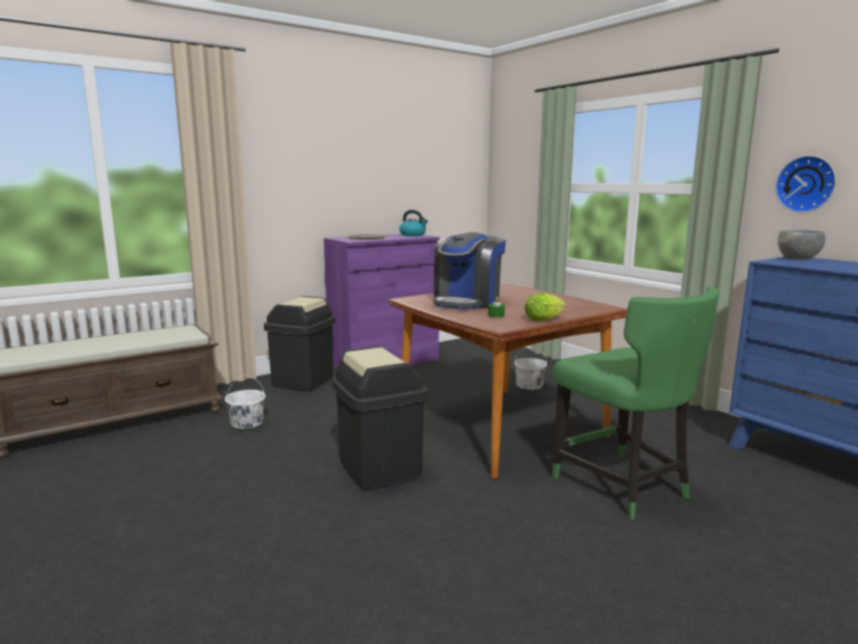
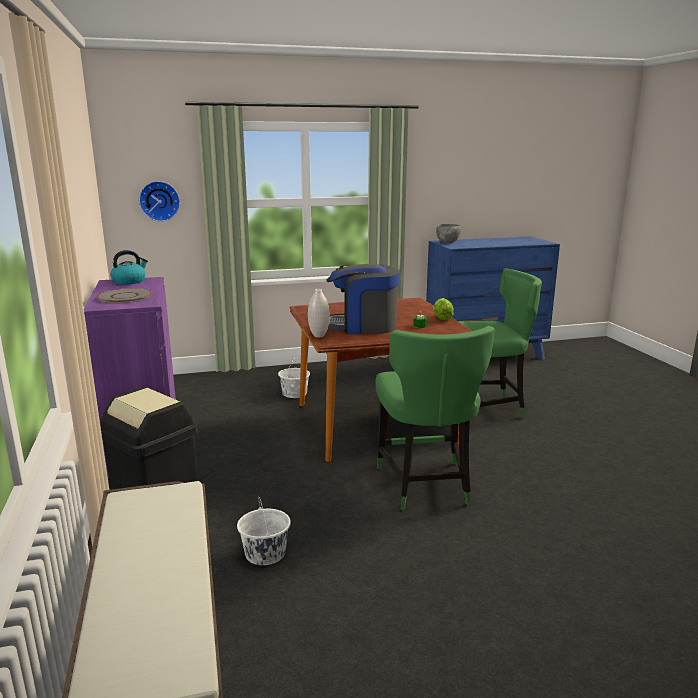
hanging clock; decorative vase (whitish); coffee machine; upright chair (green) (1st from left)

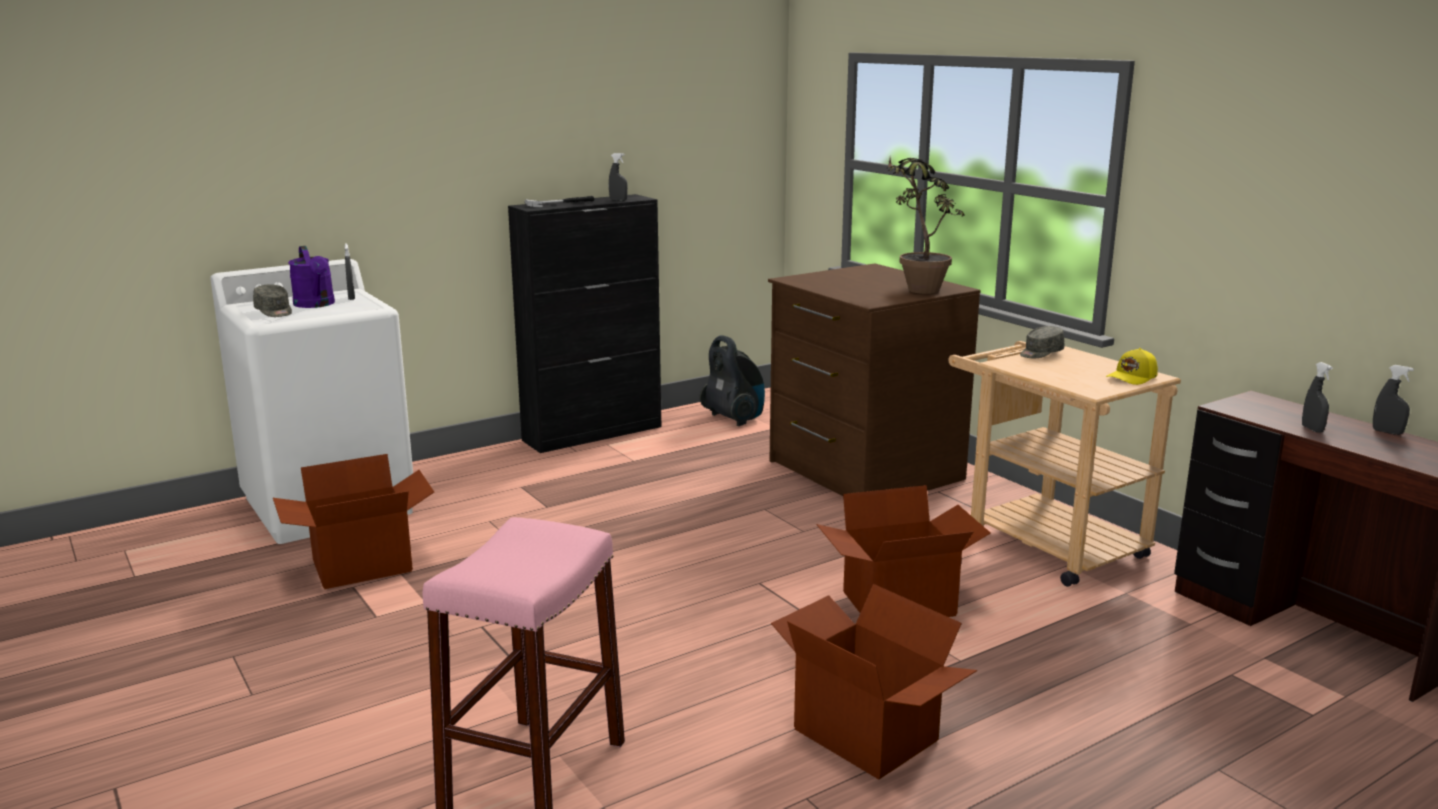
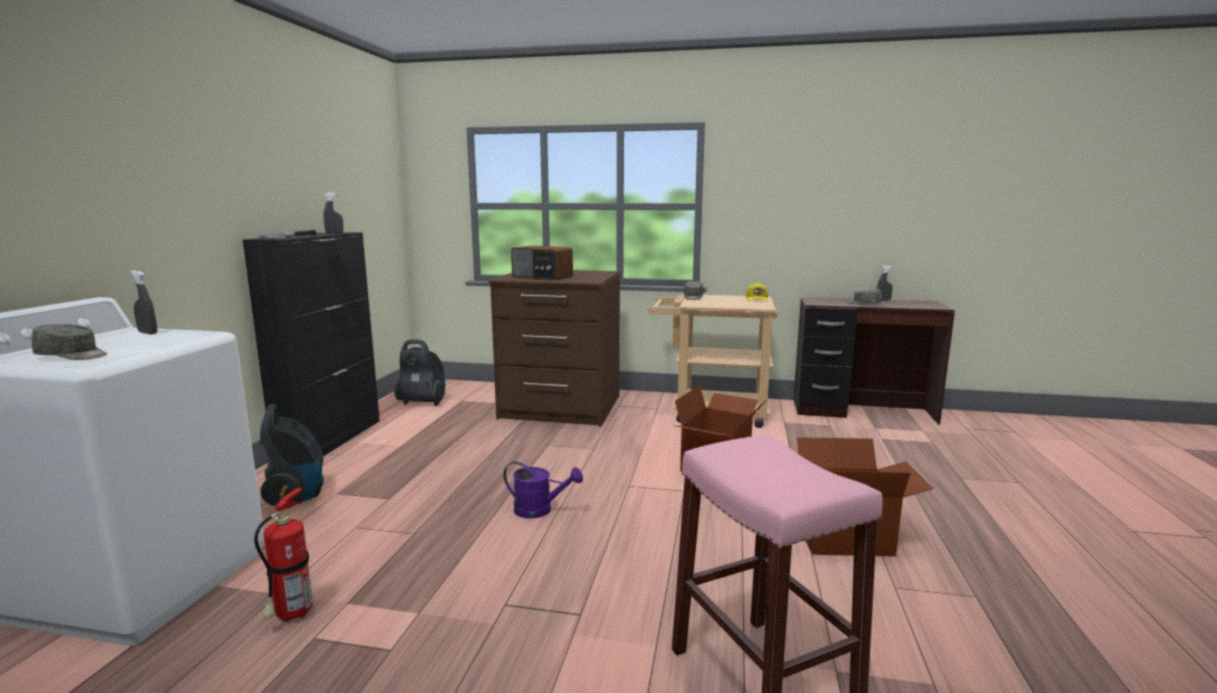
extinguisher; vacuum cleaner (1st from left); watering pot (purple-coloured); radio; baseball cap (grey) (3rd from left); houseplant

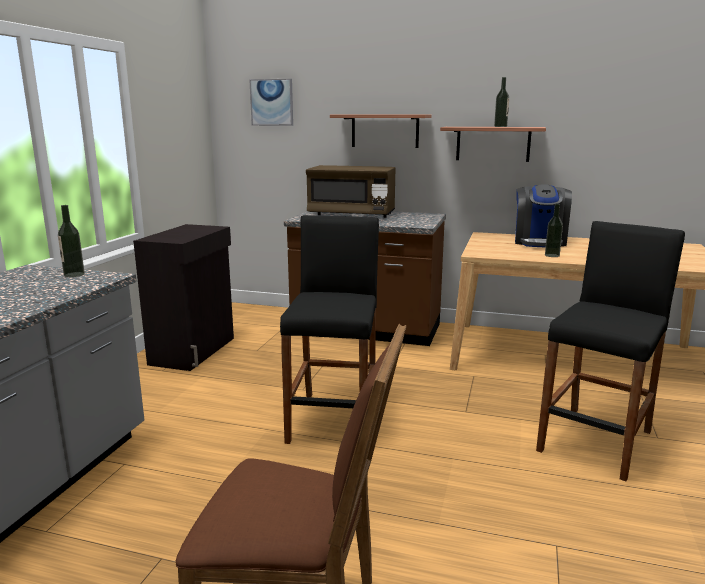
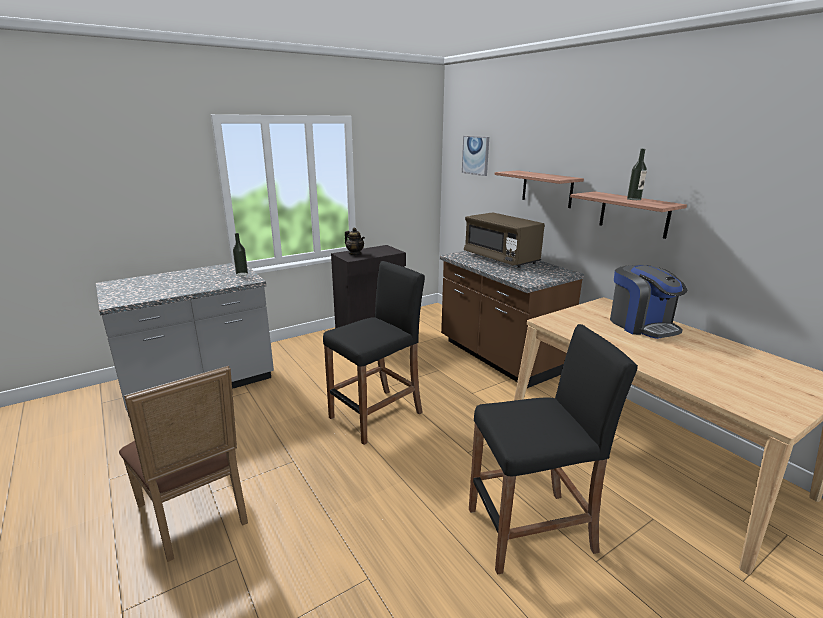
teapot; coffee machine; drink bottle (3rd from left in the first image)

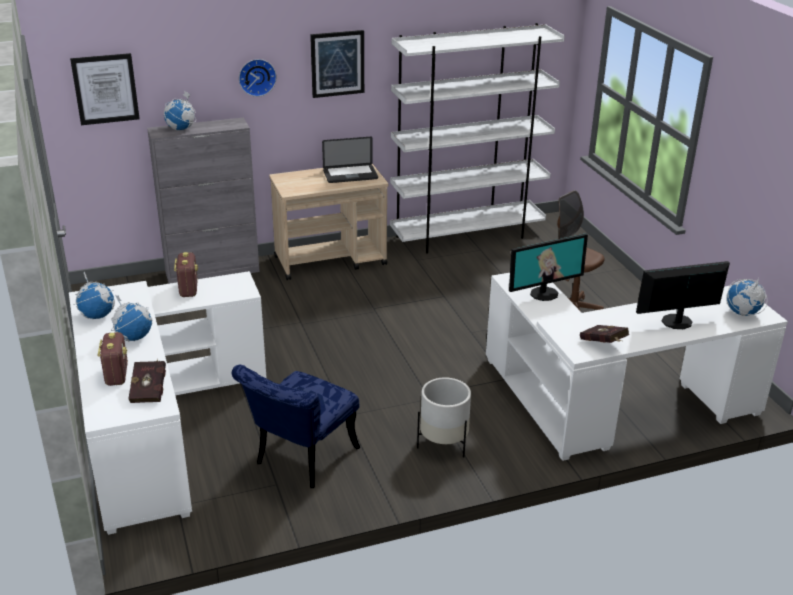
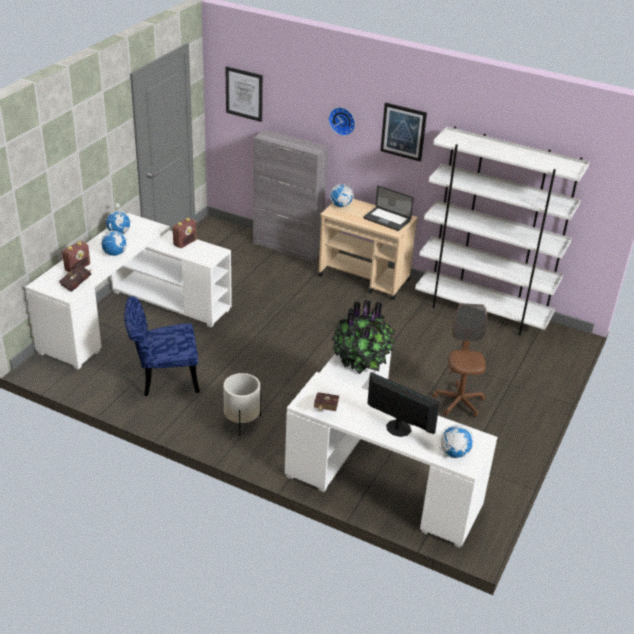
world globe (3rd from left); houseplant

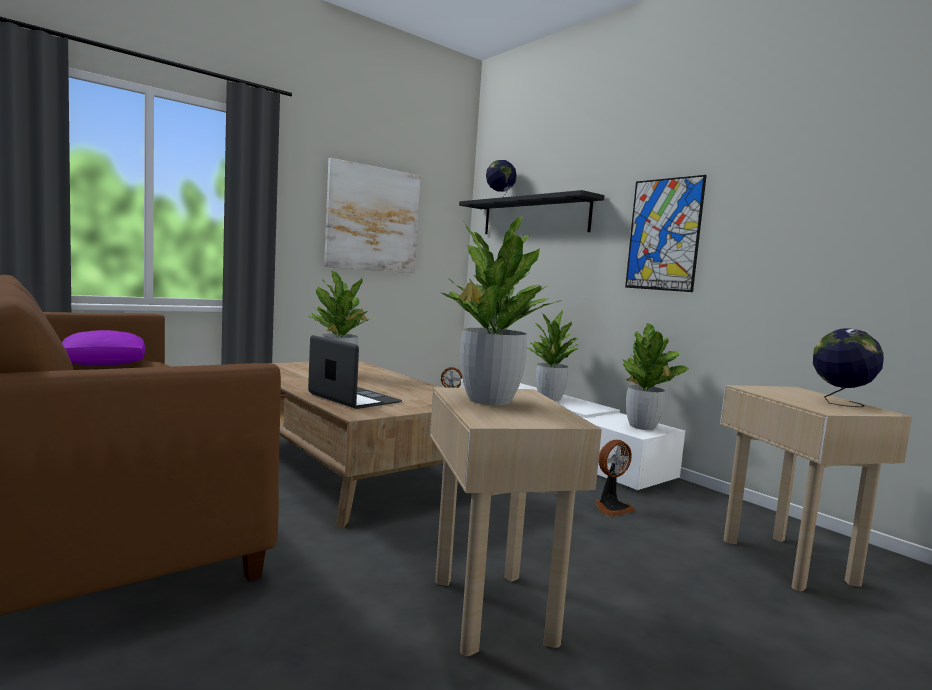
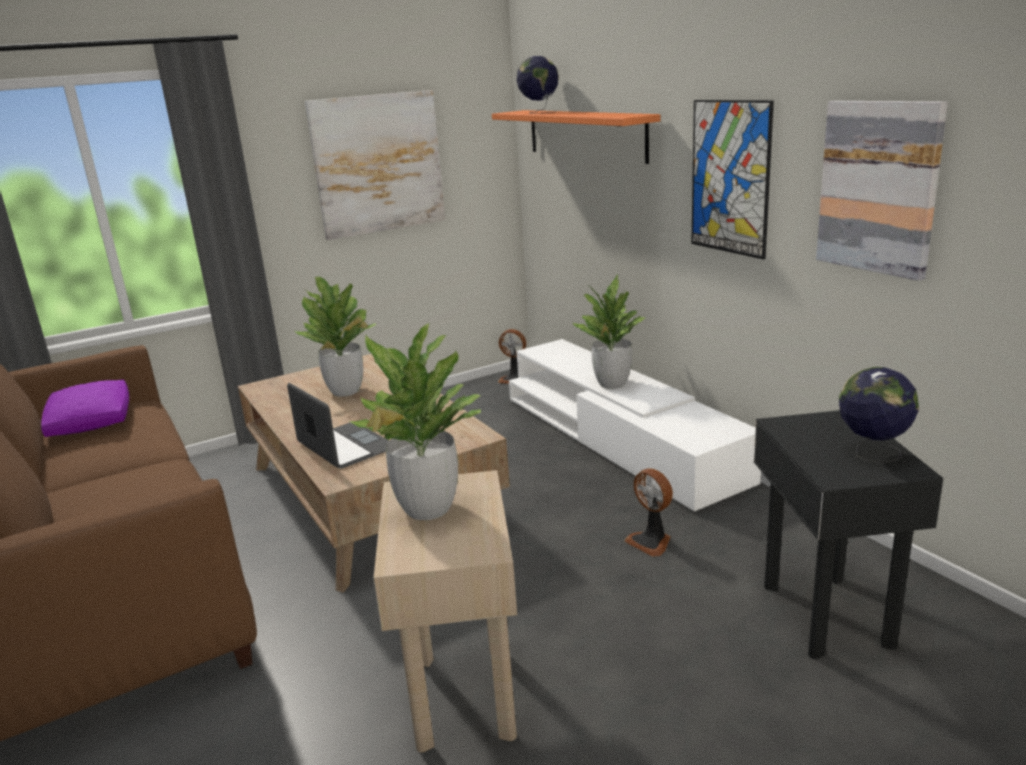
shelf (orange); cooling fan (2nd from left); side table (black-coloured); wall picture (3rd from left); houseplant (4th from left in the first image)

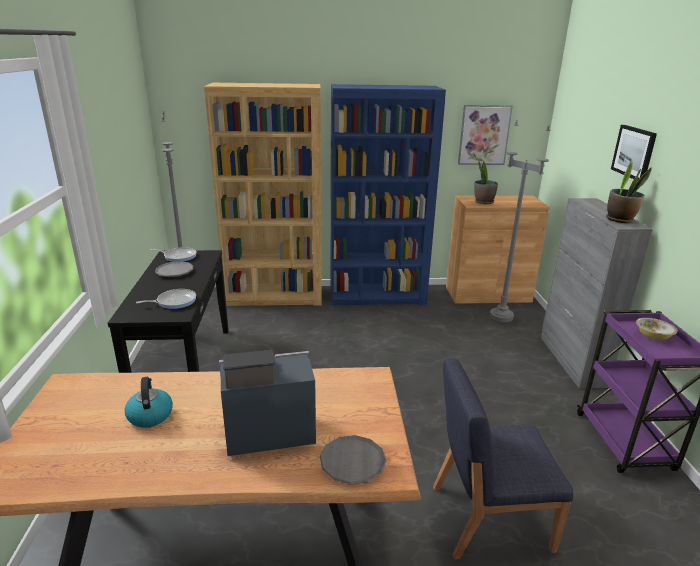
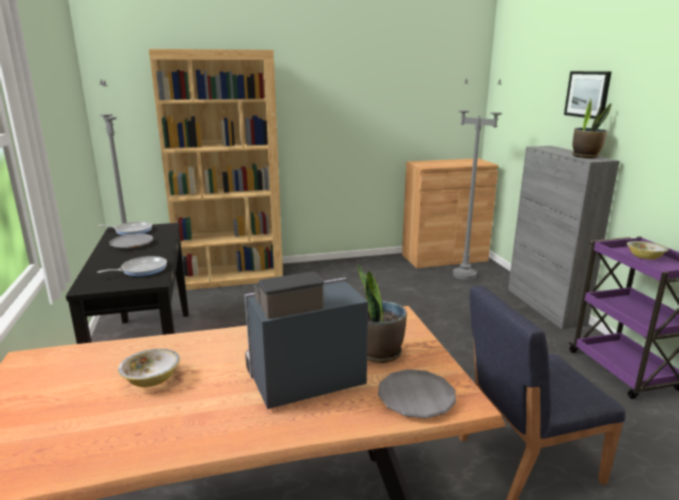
serving bowl (1st from left); houseplant (1st from left); shelving unit (blue); wall picture (1st from left in the first image)

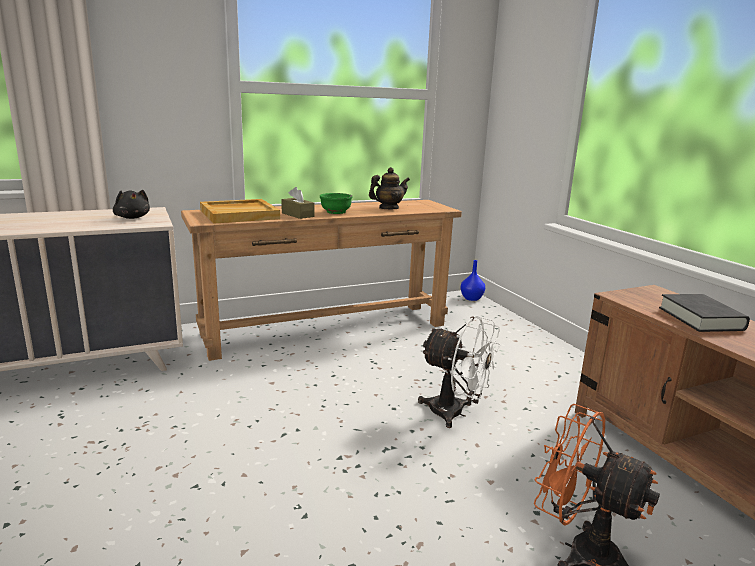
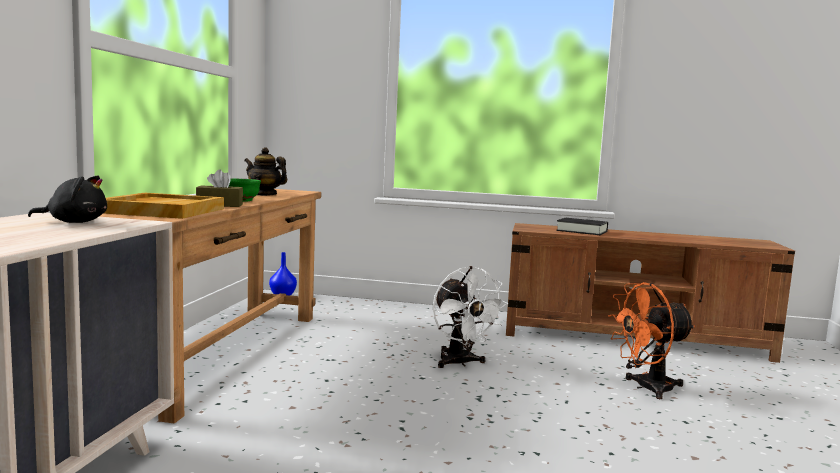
teapot; cooling fan (whitish)

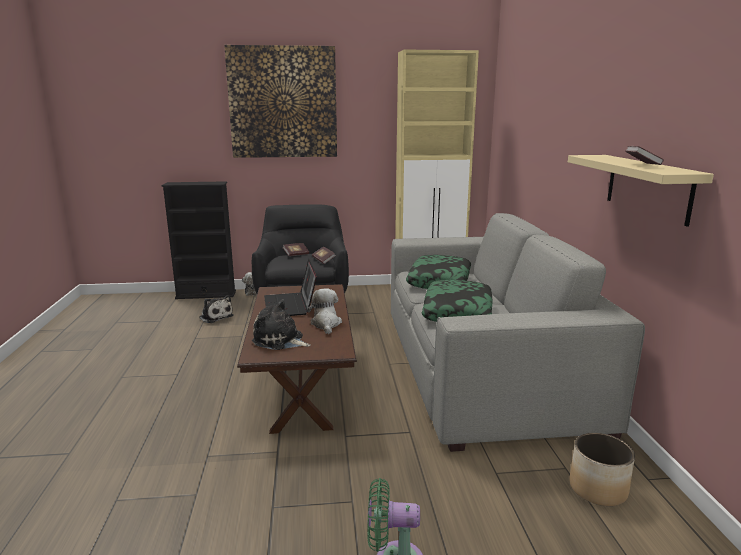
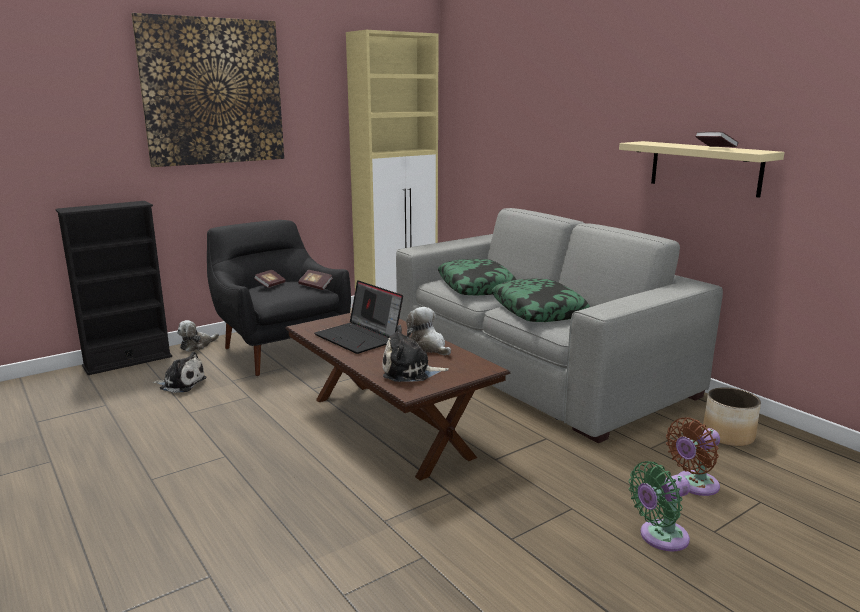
cooling fan (brownish)

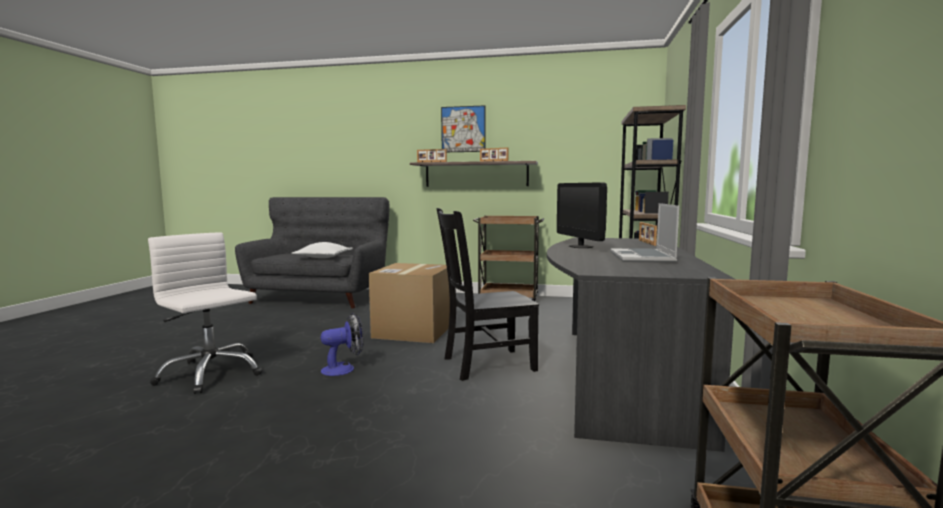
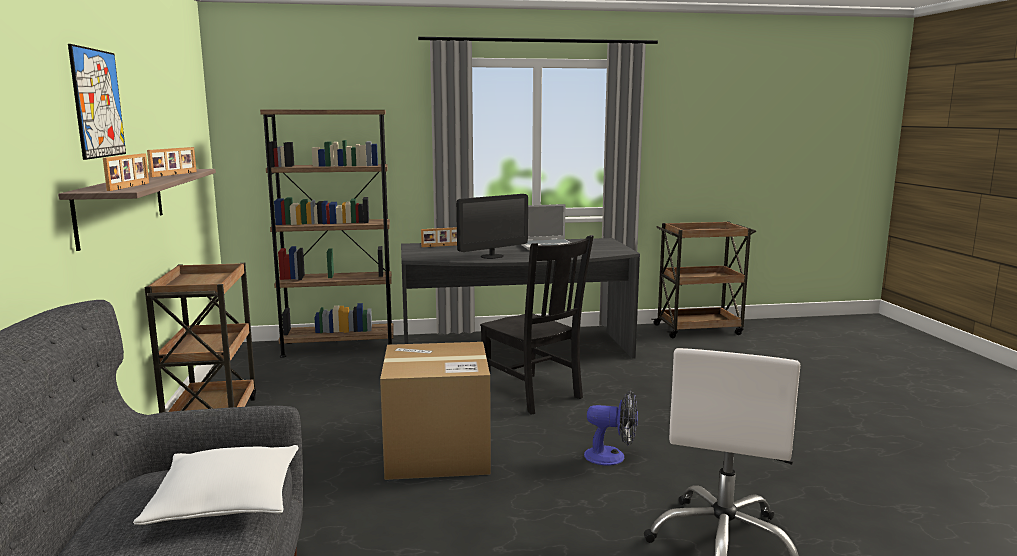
cooling fan

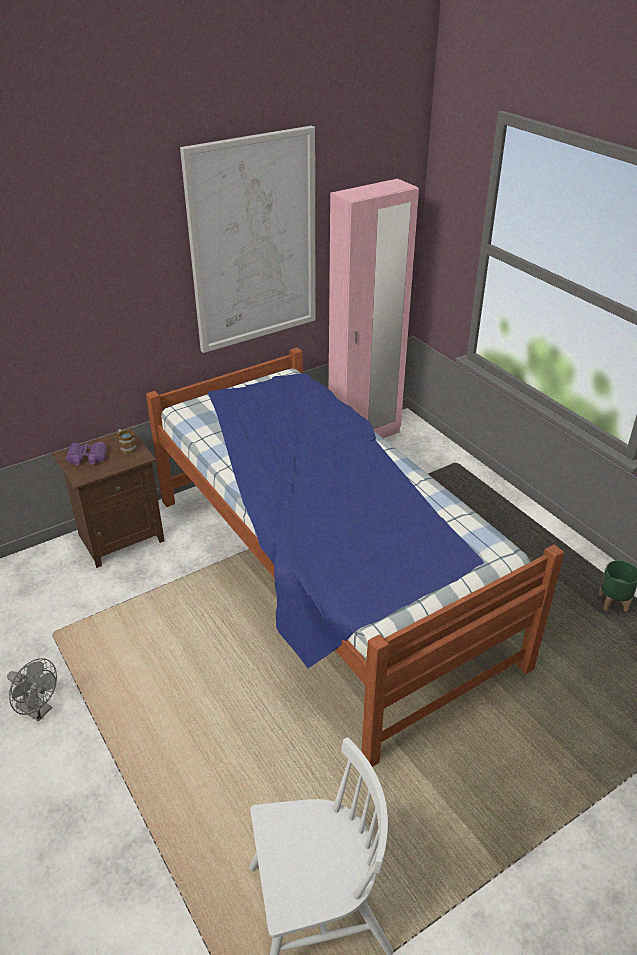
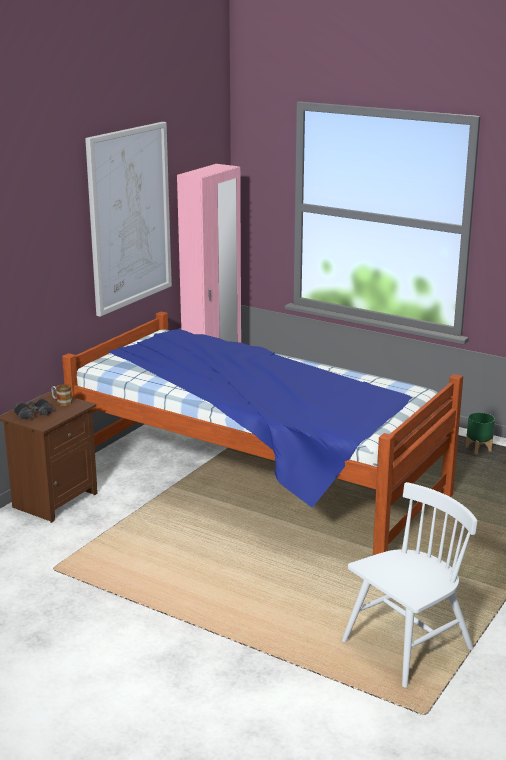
field glasses (black-coloured); cooling fan (grey)

